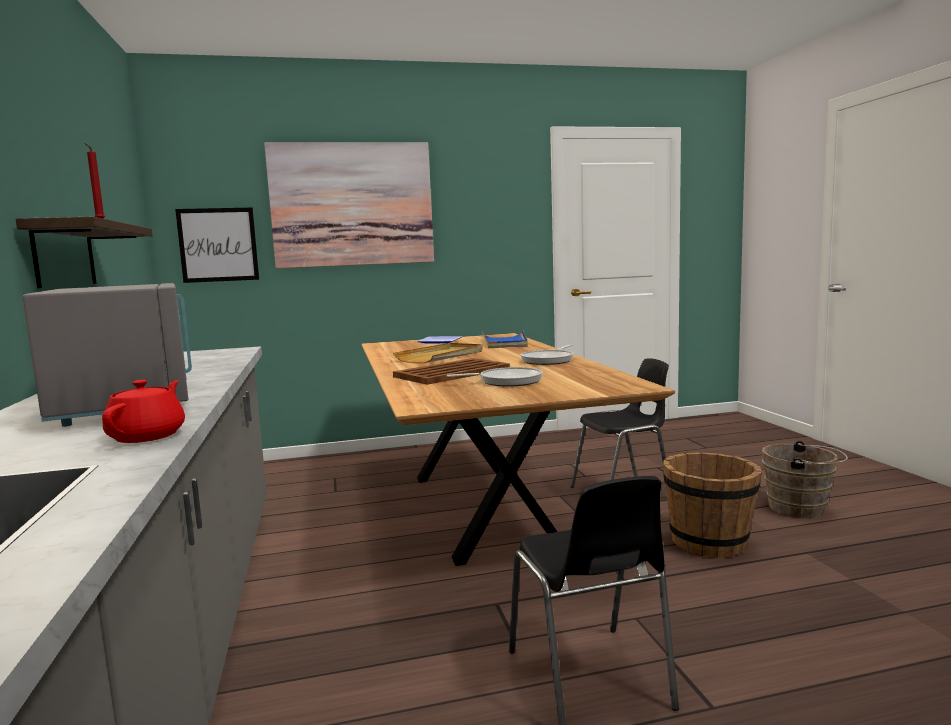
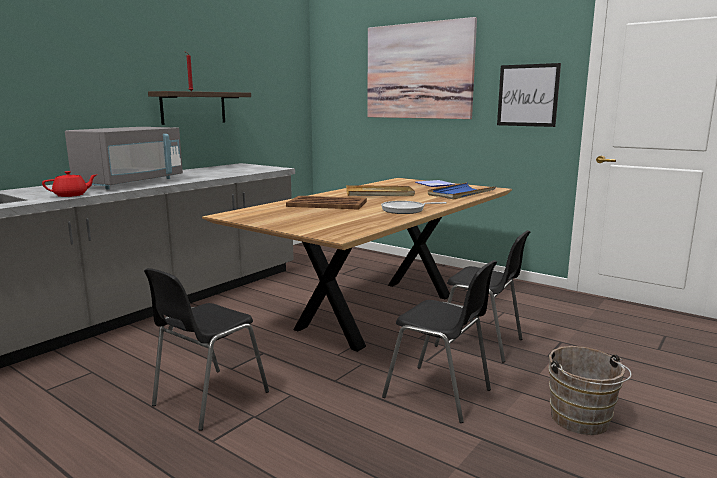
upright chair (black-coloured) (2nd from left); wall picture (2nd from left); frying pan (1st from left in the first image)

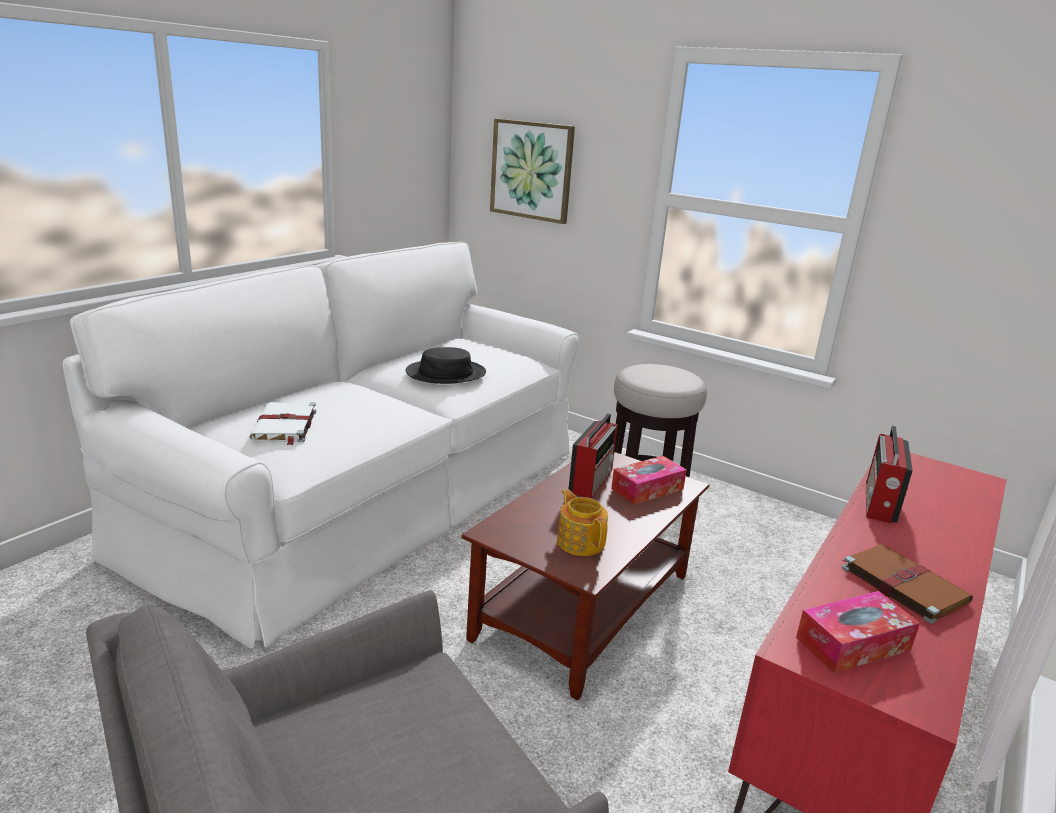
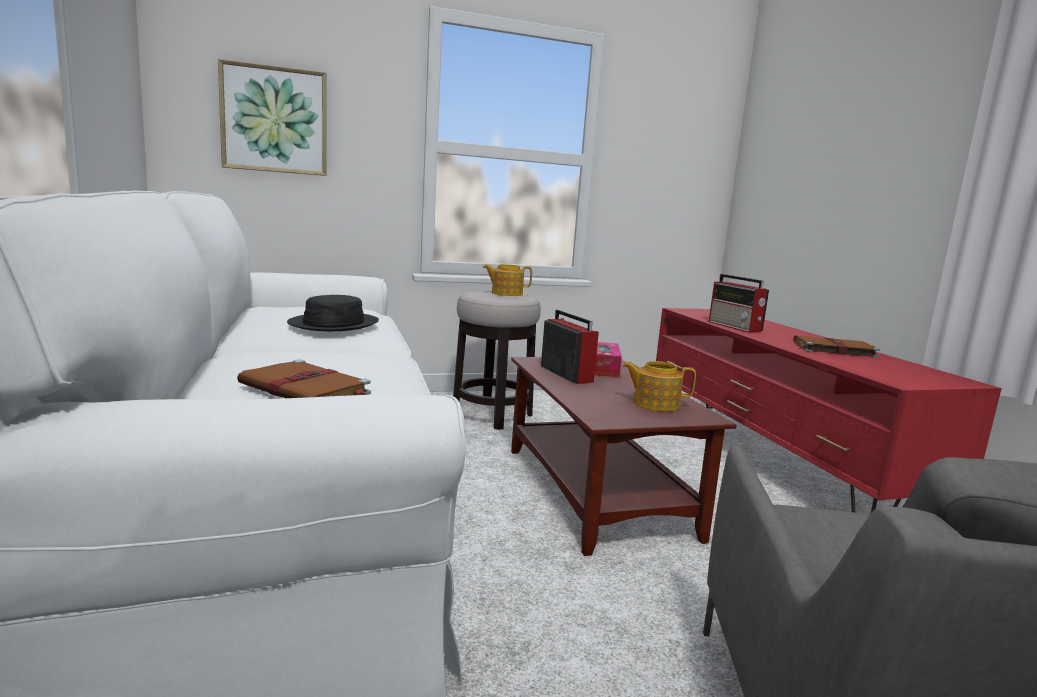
volume (brownish) (1st from left); teapot (1st from left); tissue box (2nd from left in the first image)

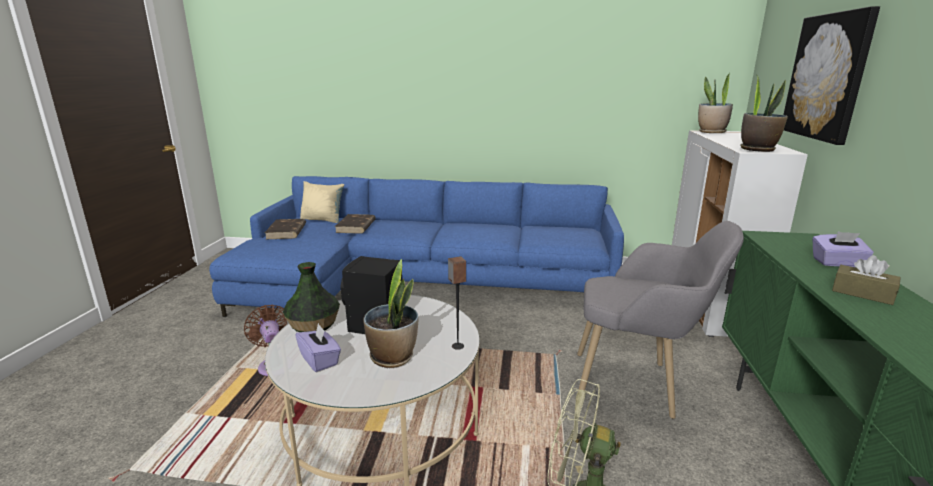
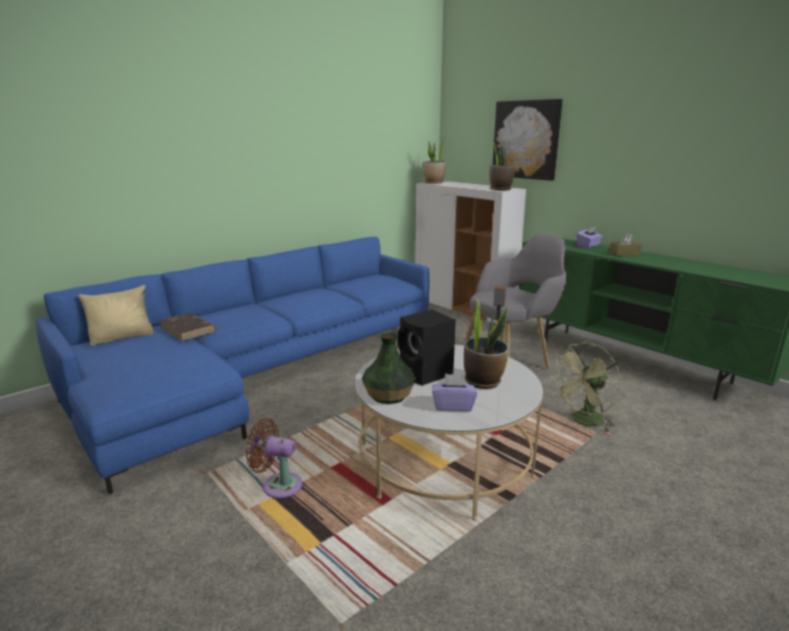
volume (brownish) (1st from left in the first image)

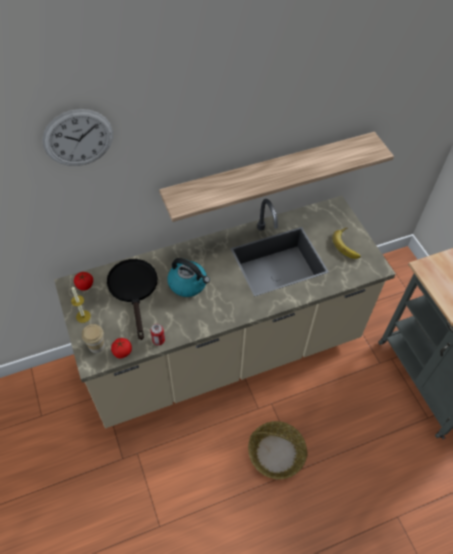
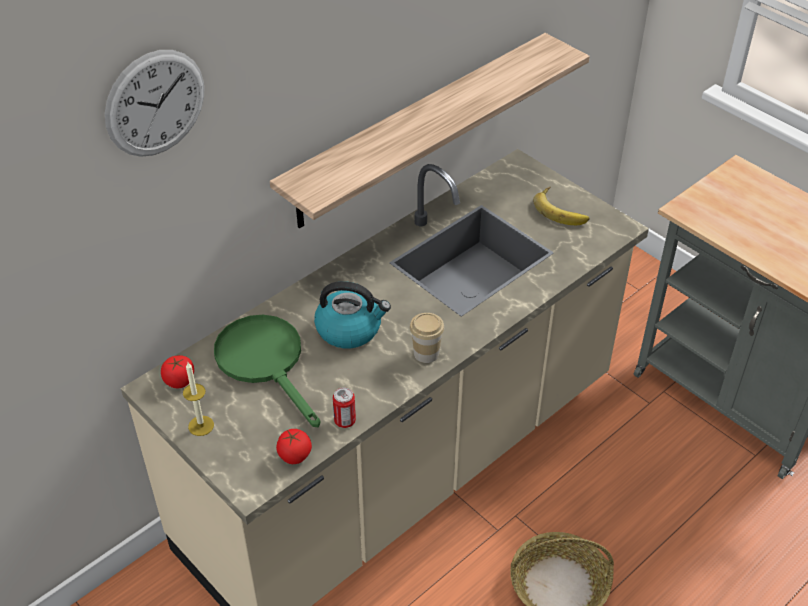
frying pan (green); small cup

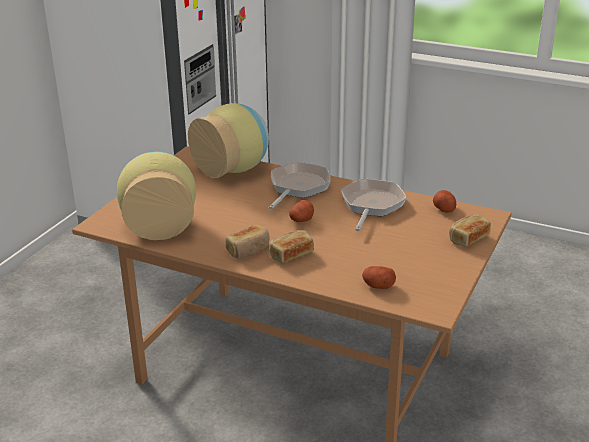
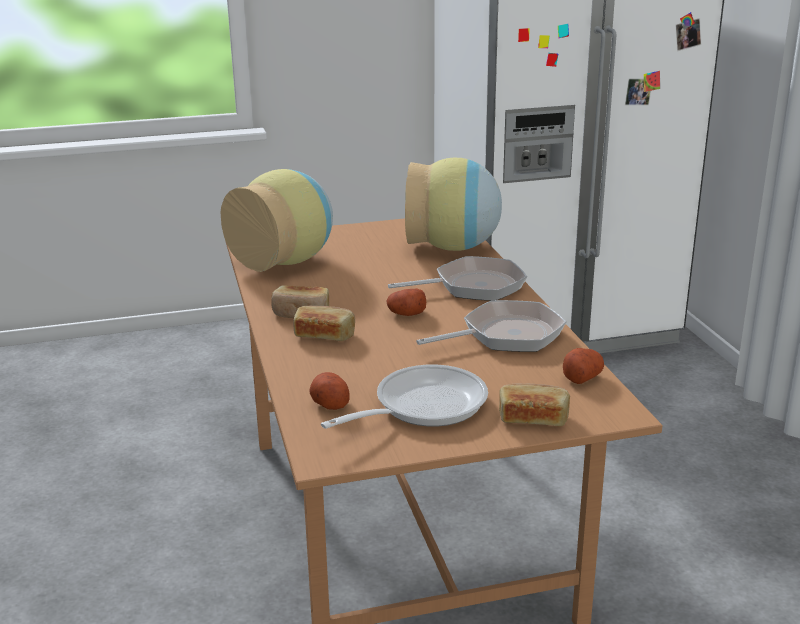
frying pan (1st from left)

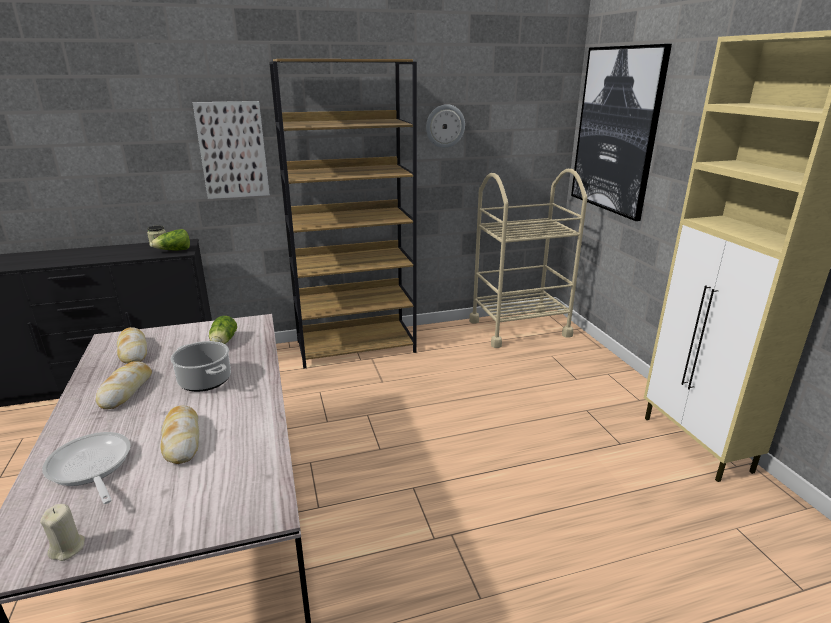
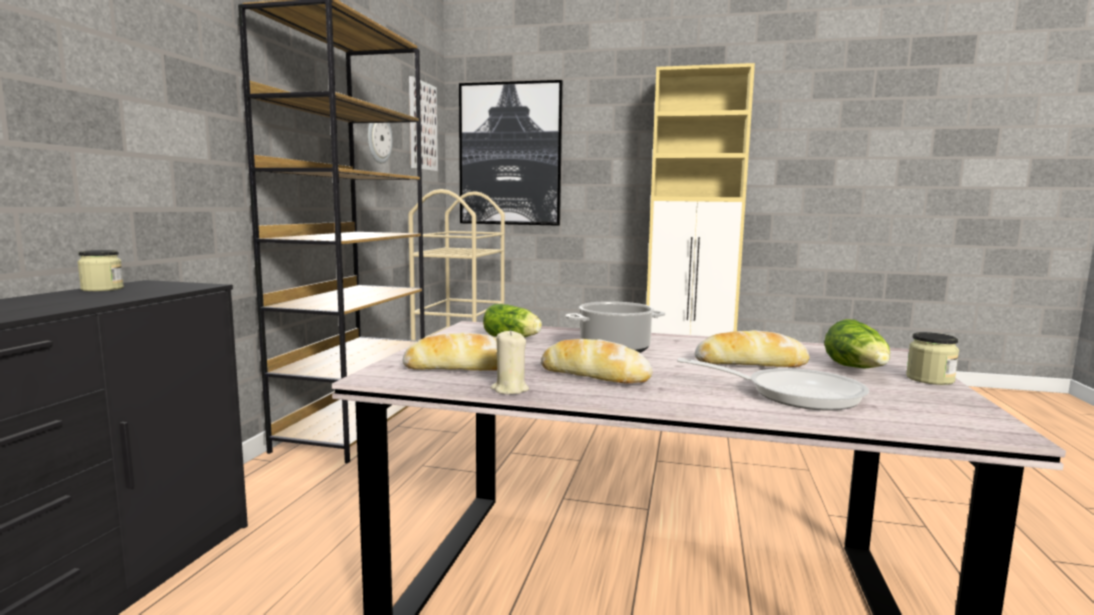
wall picture (1st from left); wax light (beige); frying pan; lettuce (2nd from left); storage jar (2nd from left)

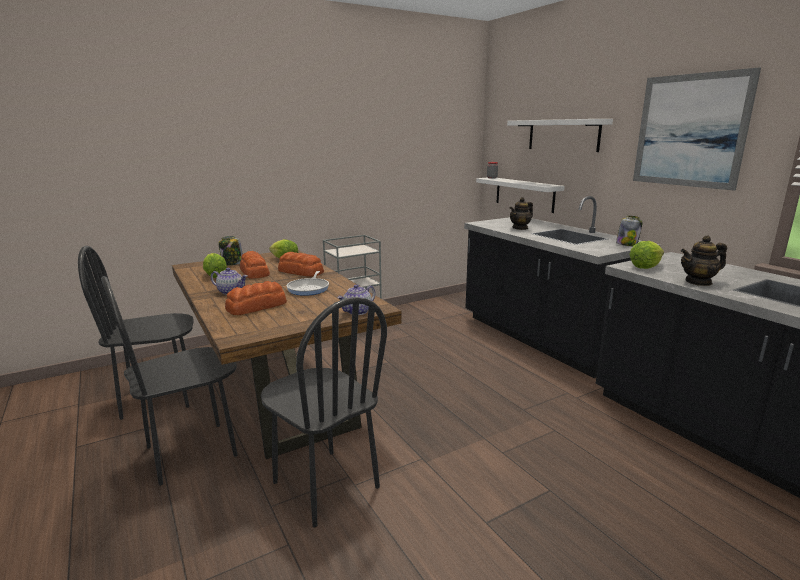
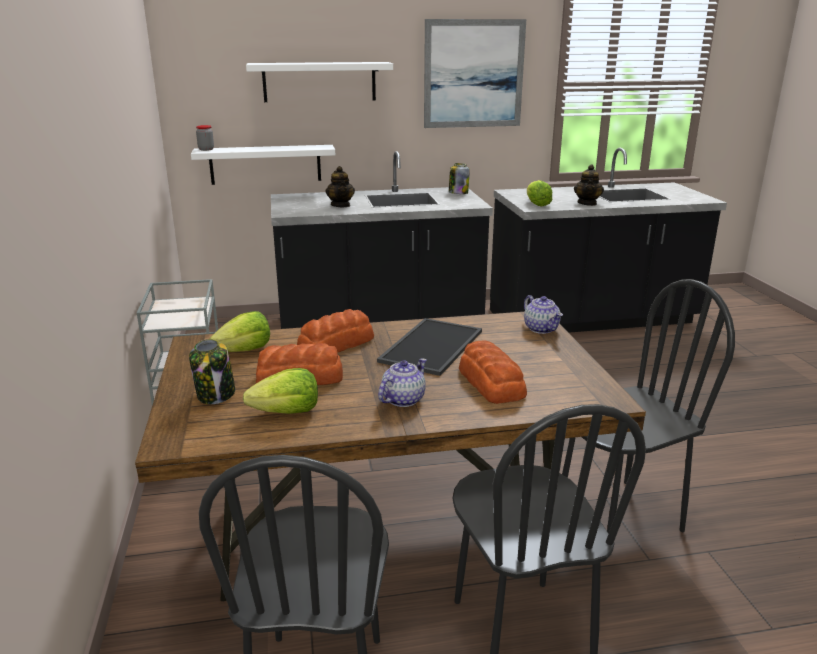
tray

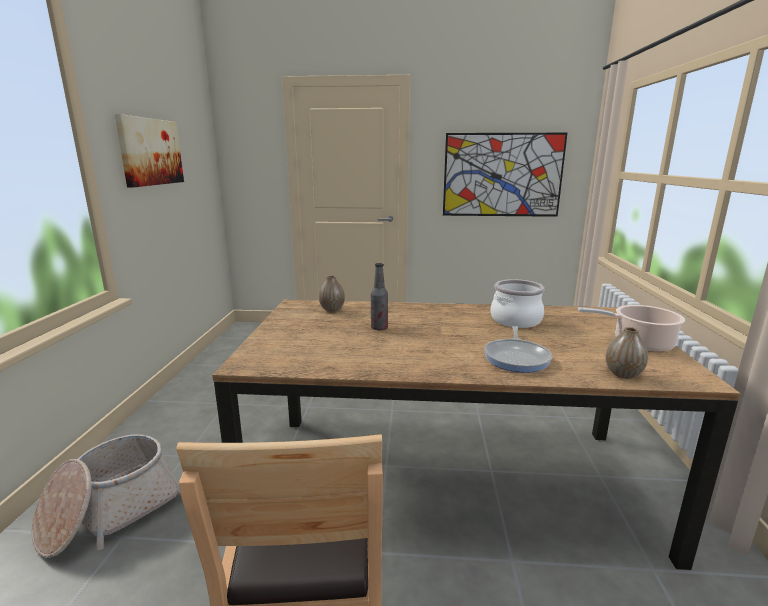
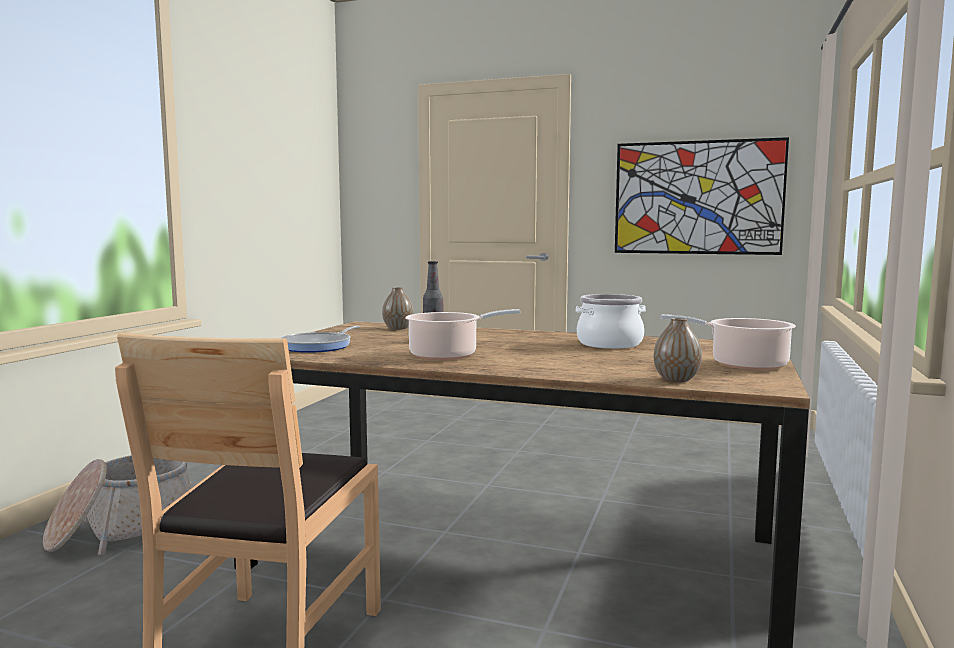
frying pan; saucepot (1st from left); wall picture (1st from left in the first image)

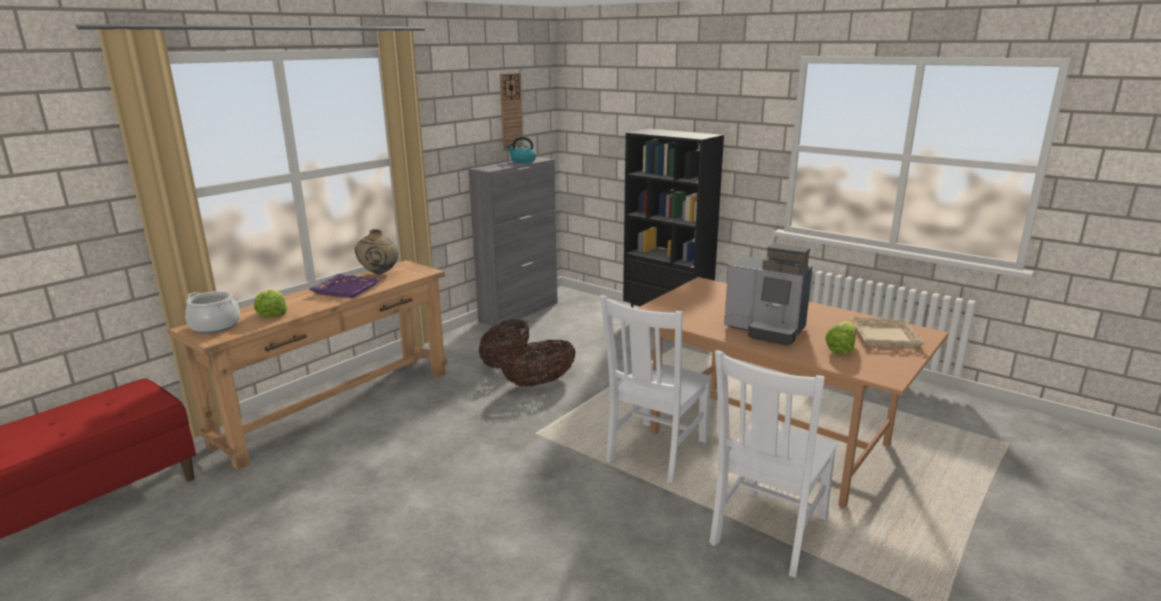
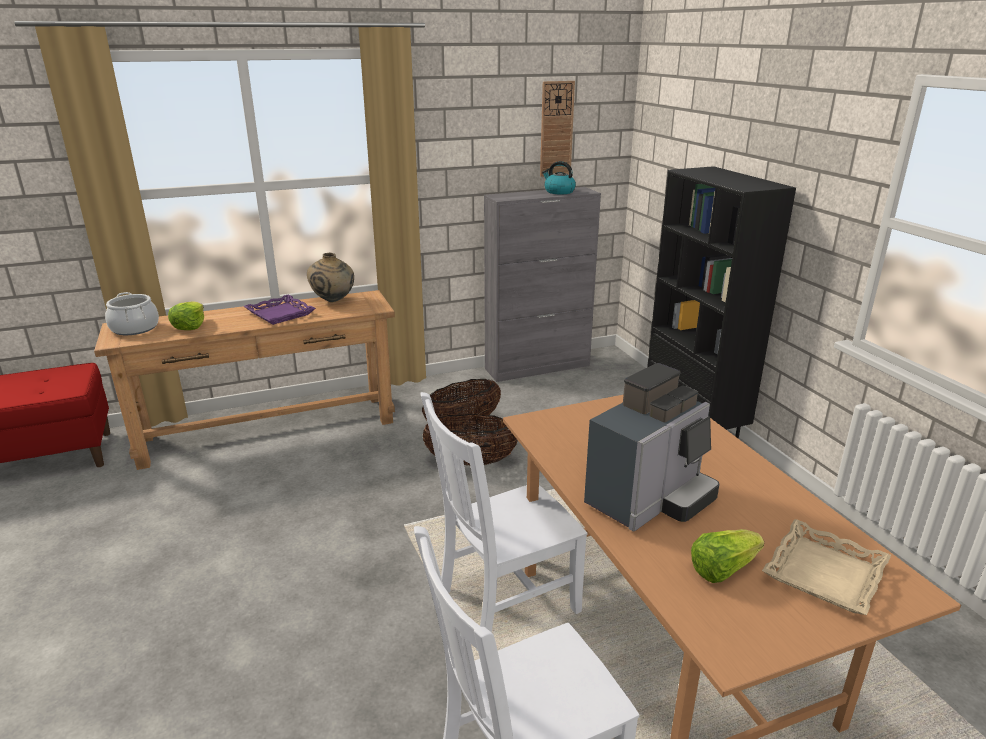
coffee machine

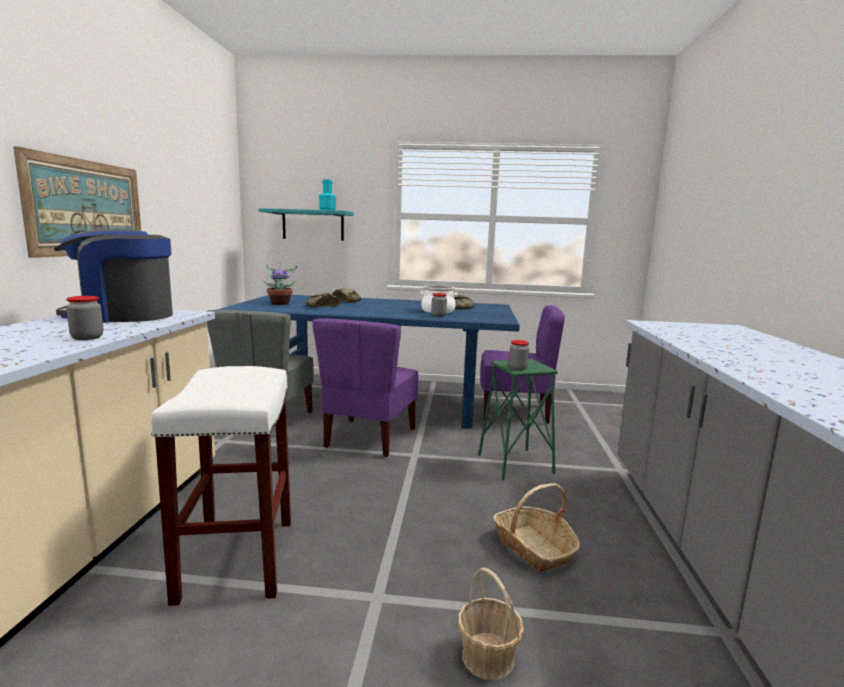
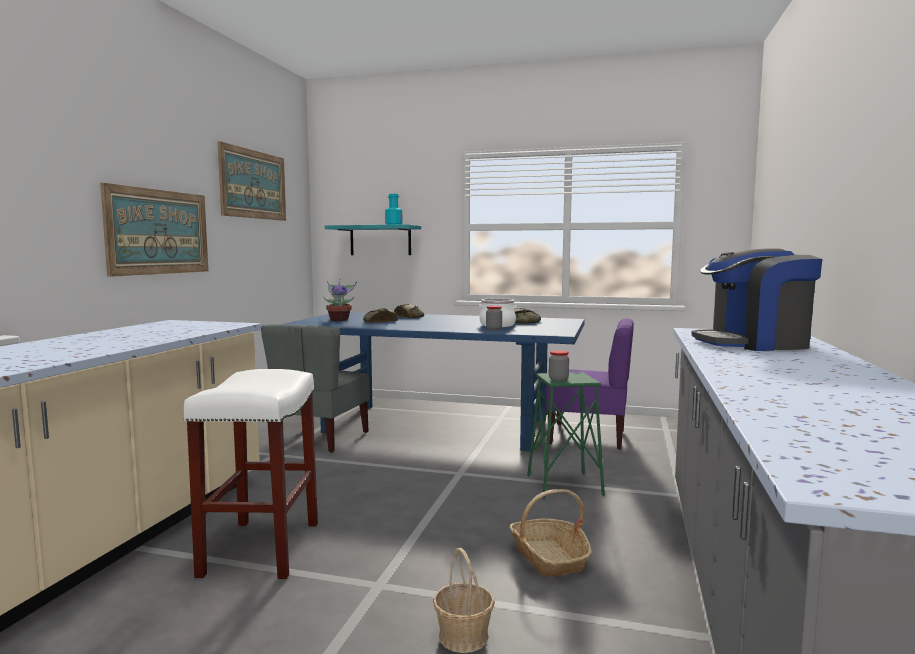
wall picture (2nd from left); coffee machine; storage jar (1st from left in the first image); upright chair (purple-coloured) (1st from left in the first image)

